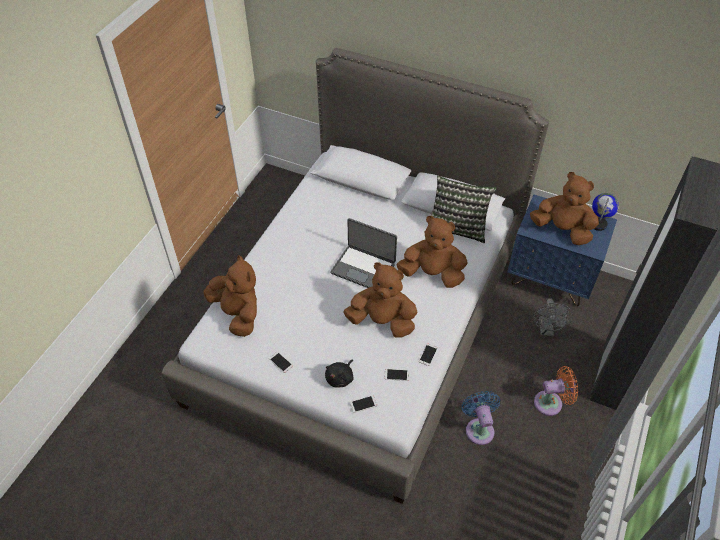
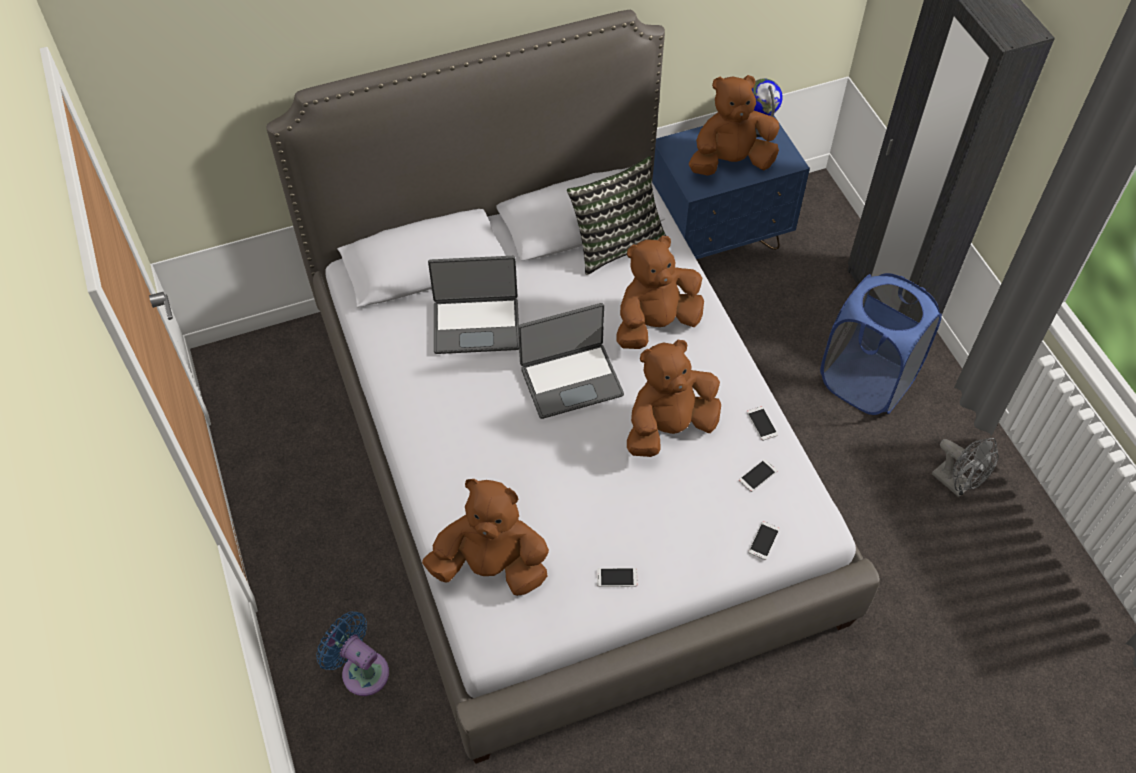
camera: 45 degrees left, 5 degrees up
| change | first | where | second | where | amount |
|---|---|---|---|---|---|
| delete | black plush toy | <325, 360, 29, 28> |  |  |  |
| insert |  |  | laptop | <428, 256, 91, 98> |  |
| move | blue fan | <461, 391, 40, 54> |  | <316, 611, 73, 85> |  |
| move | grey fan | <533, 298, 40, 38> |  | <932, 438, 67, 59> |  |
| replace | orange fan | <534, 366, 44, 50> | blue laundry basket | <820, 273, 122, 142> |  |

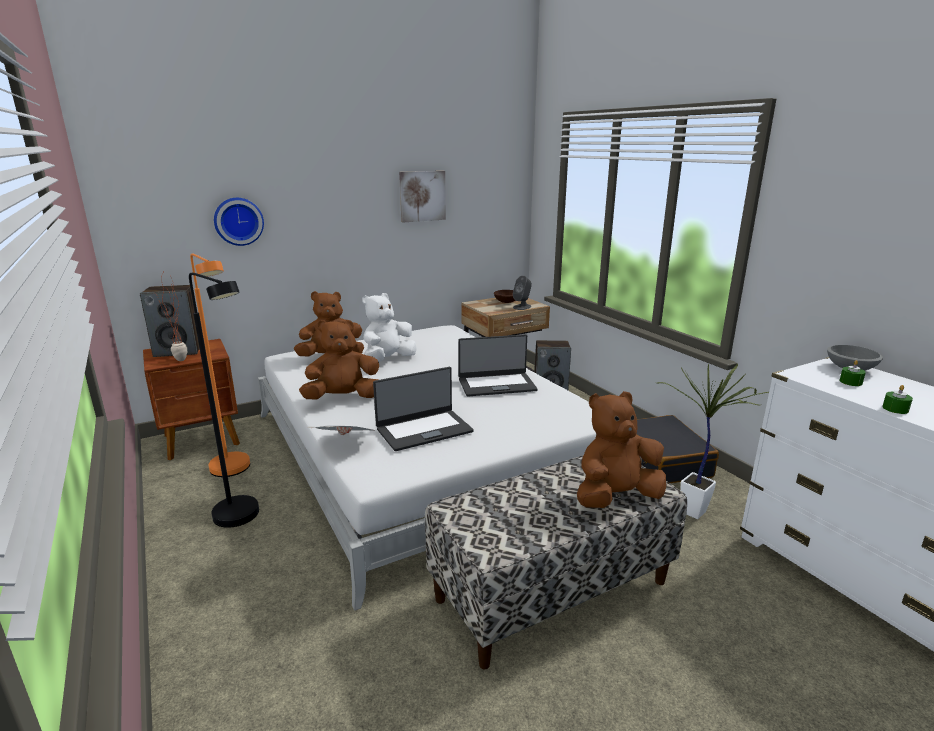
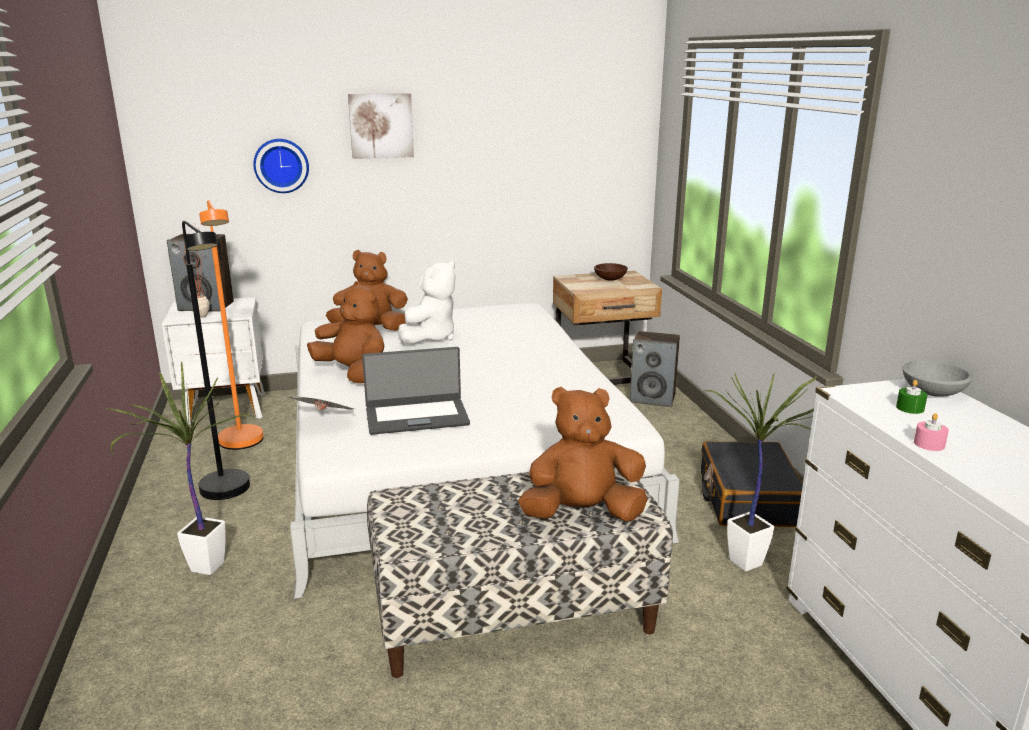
camera: 15 degrees right, 0 degrees up
| change | first | where | second | where | amount |
|---|---|---|---|---|---|
| delete | laptop | <458, 335, 80, 61> |  |  |  |
| delete | grey speaker | <513, 276, 19, 34> |  |  |  |
| insert |  |  | potted plant | <108, 361, 148, 214> |  |
| move | picture | <399, 171, 47, 52> |  | <348, 93, 66, 66> |  |
| recolor | brown nightstand | <143, 339, 97, 121> | white nightstand | <162, 297, 103, 128> |  |
| recolor | green candle | <882, 385, 31, 29> | pink candle | <914, 413, 35, 38> |  |
| rotate | brown plush toy | <299, 320, 80, 80> |  | <307, 281, 77, 102> | 45 degrees clockwise |
| rotate | white plush toy | <362, 293, 54, 69> |  | <398, 260, 57, 84> | 150 degrees clockwise |

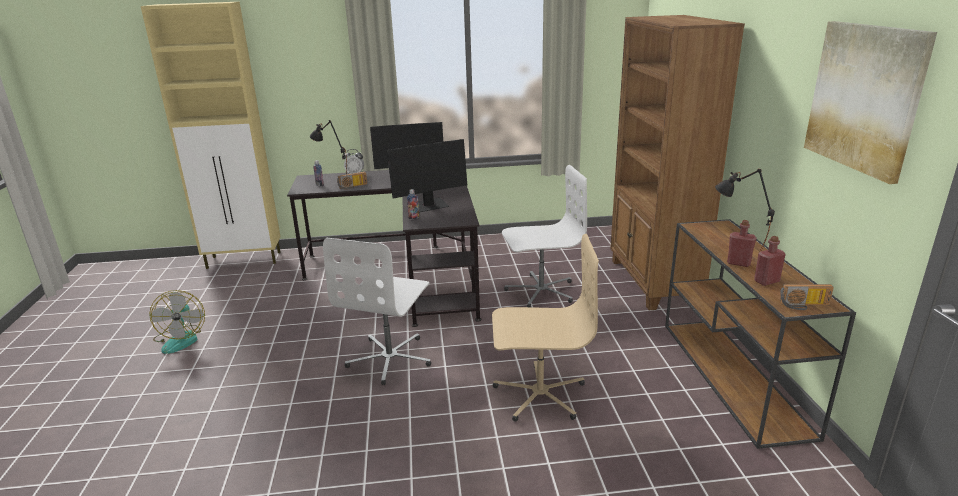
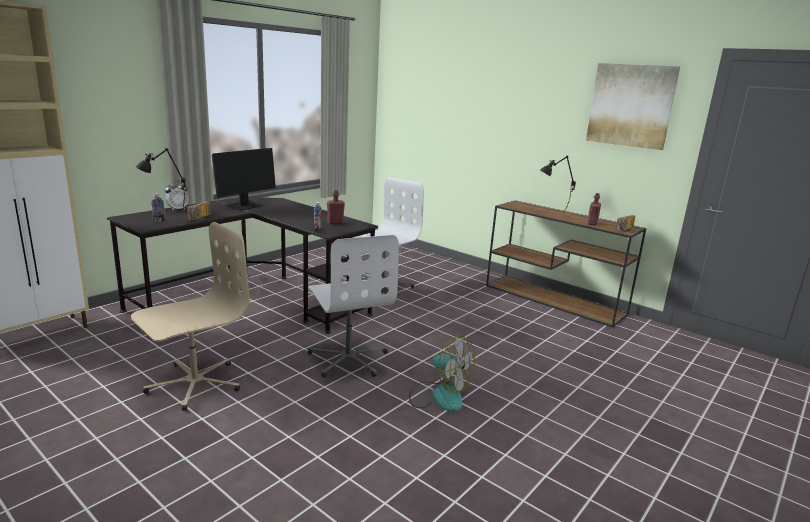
camera: 45 degrees left, 5 degrees down
| change | first | where | second | where | amount |
|---|---|---|---|---|---|
| delete | monitor | <387, 139, 80, 73> |  |  |  |
| delete | brown bookcase | <610, 15, 135, 295> |  |  |  |
| move | fan | <149, 290, 56, 64> |  | <409, 335, 66, 77> |  |
| move | beige office chair | <492, 234, 107, 188> |  | <131, 222, 118, 189> |  |
| move | red bottle | <727, 220, 29, 47> |  | <327, 190, 18, 34> |  |

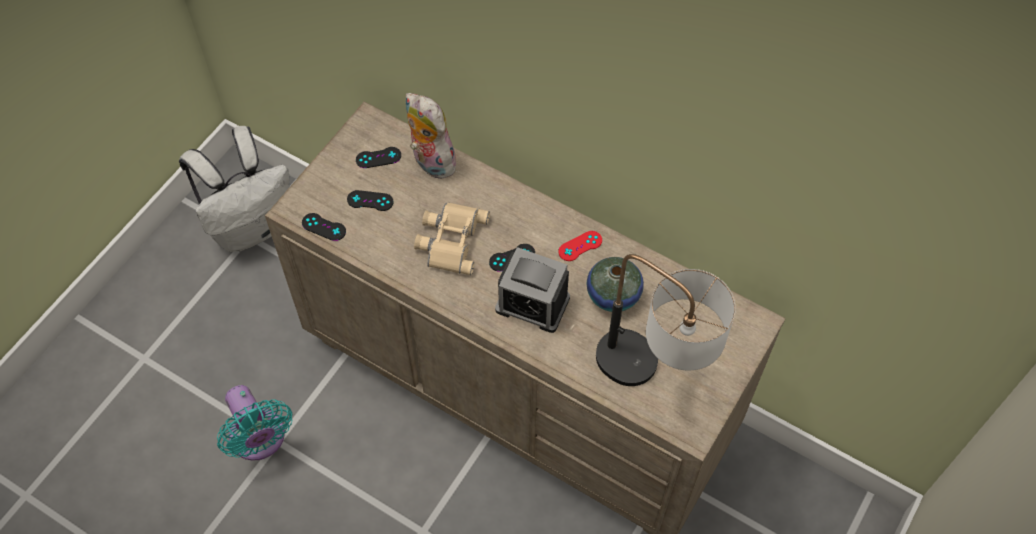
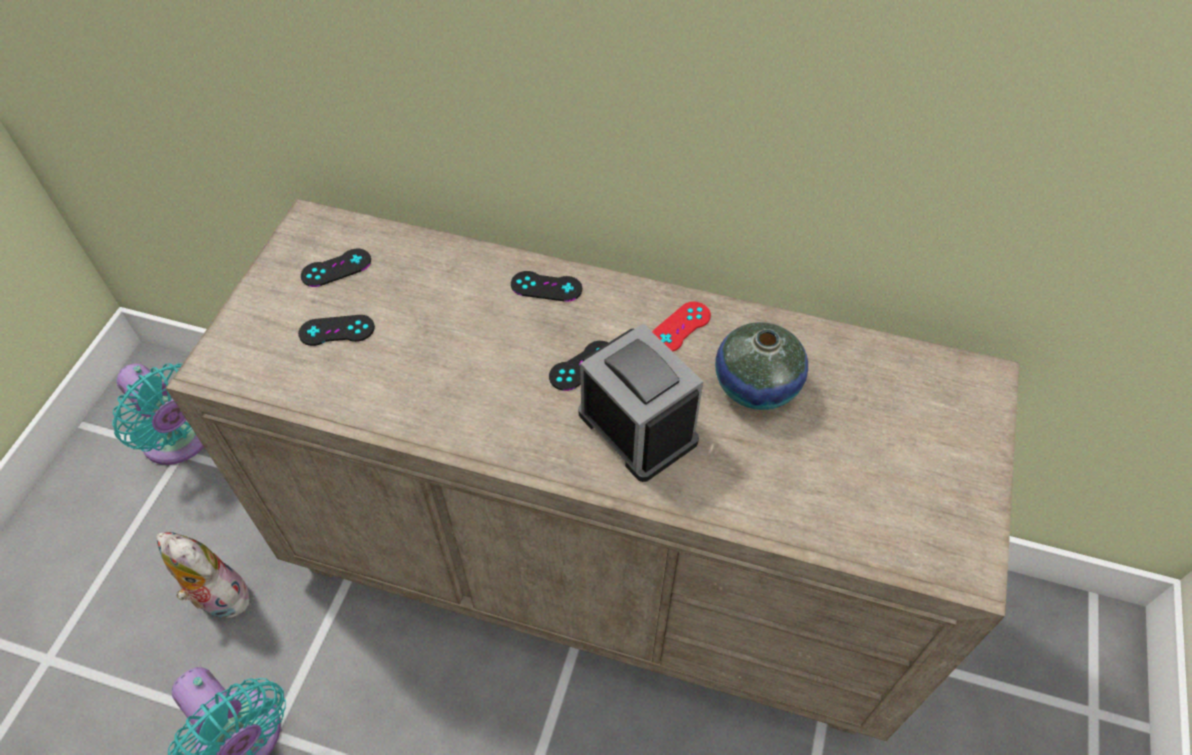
camera: 15 degrees left, 5 degrees down
| change | first | where | second | where | amount |
|---|---|---|---|---|---|
| delete | beige binoculars | <414, 202, 76, 73> |  |  |  |
| delete | table lamp | <596, 254, 140, 132> |  |  |  |
| move | black game controller | <302, 213, 44, 28> |  | <511, 271, 71, 31> |  |
| move | plush toy | <406, 93, 51, 86> |  | <156, 532, 95, 86> |  |
| replace | white backpack | <179, 126, 111, 126> | turquoise fan | <112, 363, 92, 102> |  |
| rotate | alarm clock | <495, 247, 75, 86> |  | <578, 324, 126, 158> | 135 degrees counterclockwise |

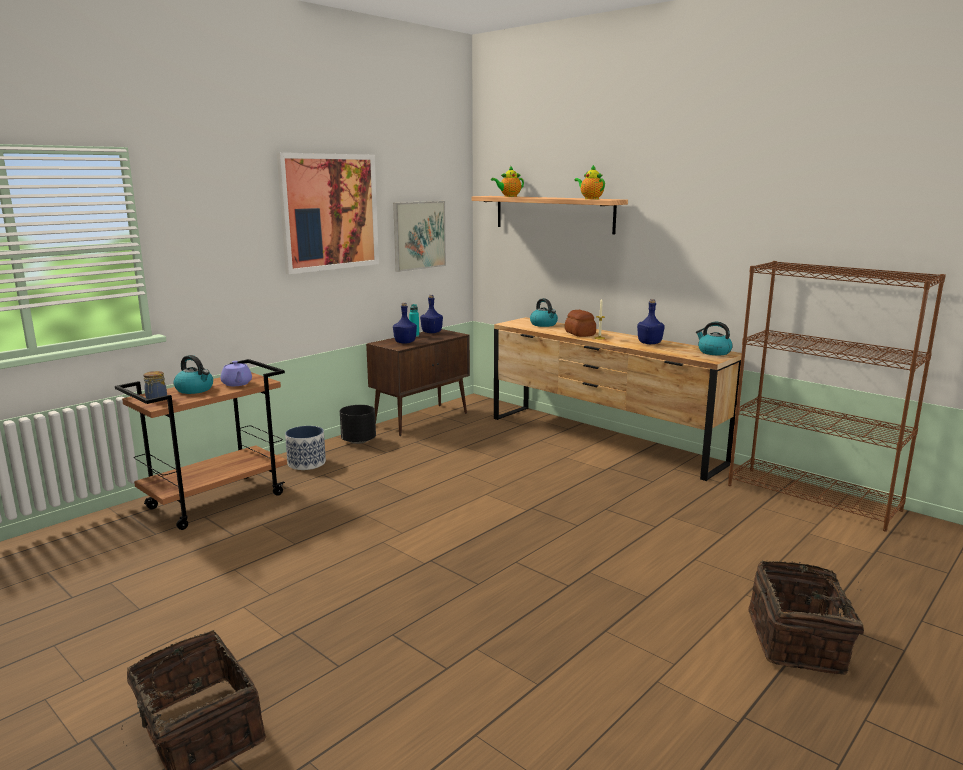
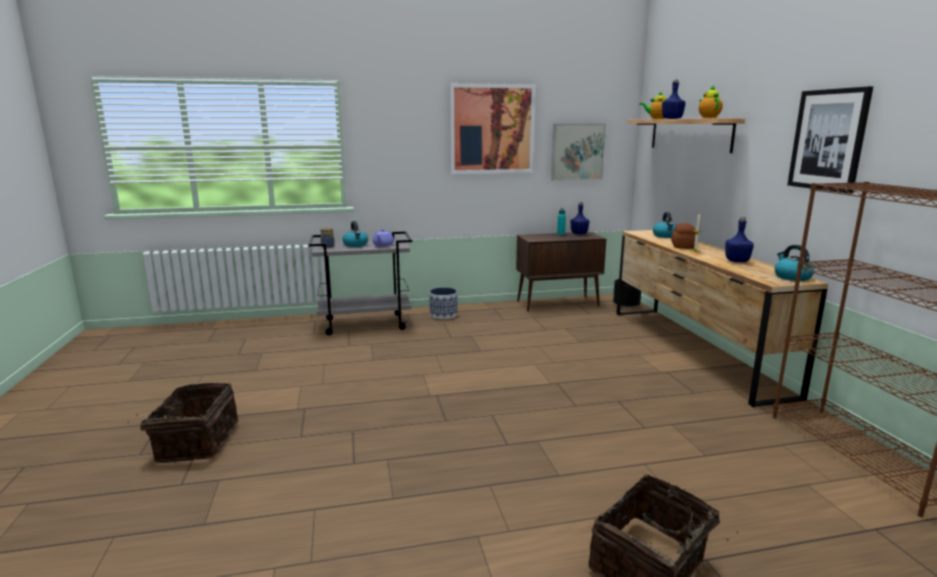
camera: 35 degrees right, 0 degrees up
| change | first | where | second | where | amount |
|---|---|---|---|---|---|
| insert |  |  | picture | <787, 86, 86, 108> |  |
| move | black planter | <340, 405, 36, 39> |  | <613, 279, 28, 29> |  |
| move | blue bottle | <393, 302, 24, 41> |  | <662, 79, 24, 40> |  |
| recolor | brown cart | <115, 359, 172, 171> | grey cart | <309, 231, 103, 104> |  |

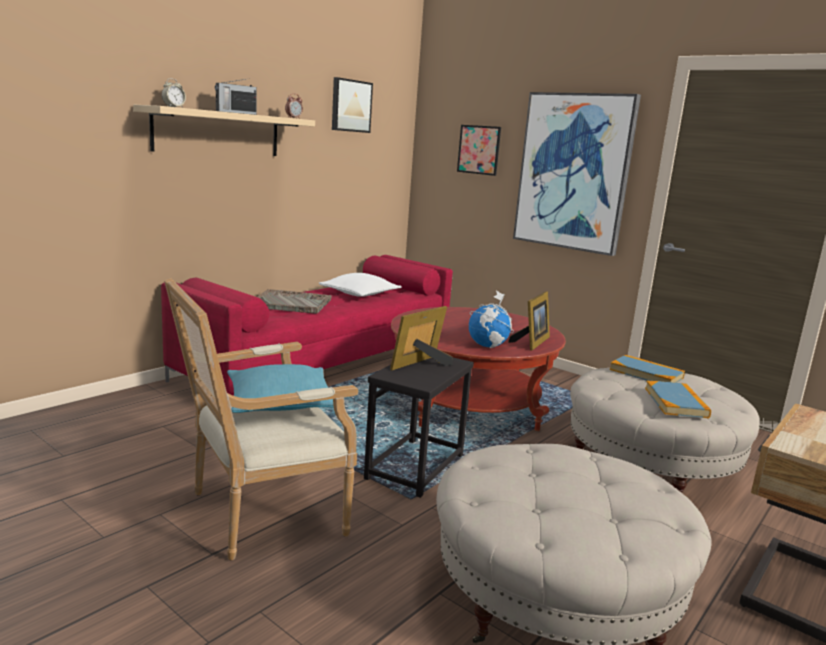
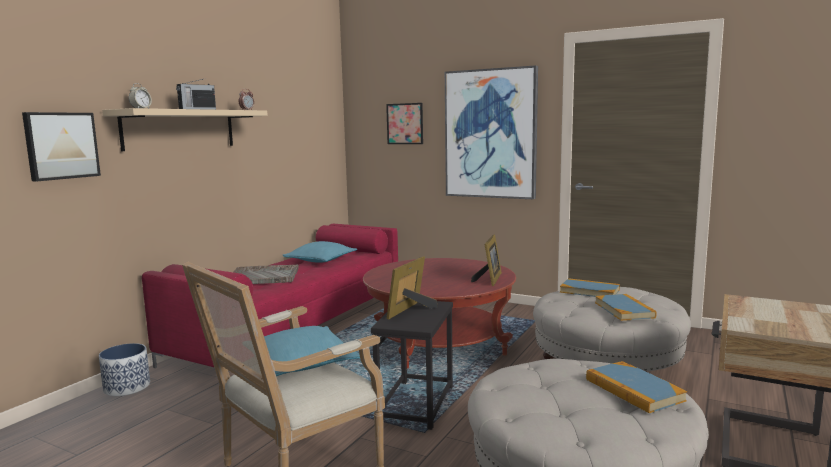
camera: 10 degrees left, 5 degrees down
| change | first | where | second | where | amount |
|---|---|---|---|---|---|
| delete | globe | <469, 291, 45, 57> |  |  |  |
| insert |  |  | planter | <99, 343, 51, 53> |  |
| insert |  |  | book | <586, 361, 101, 52> |  |
| move | picture | <332, 77, 41, 56> |  | <22, 112, 79, 70> |  |
| recolor | white pillow | <319, 273, 83, 24> | turquoise pillow | <282, 241, 75, 22> |  |

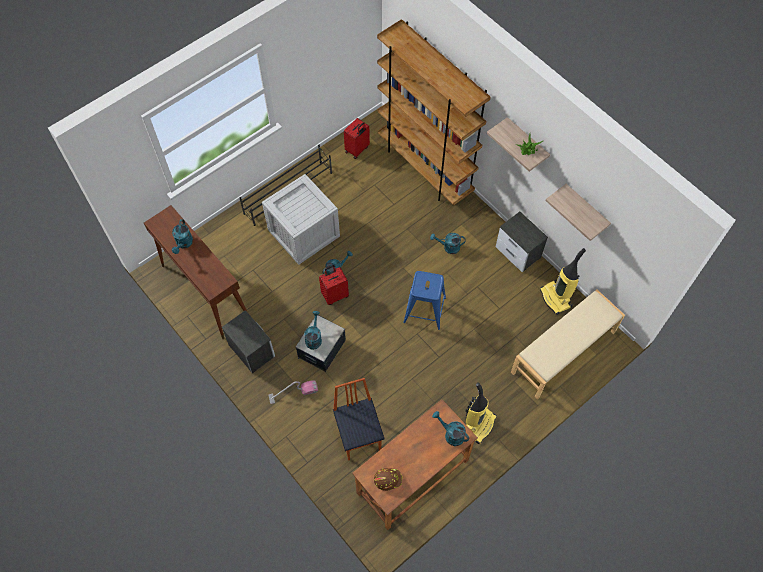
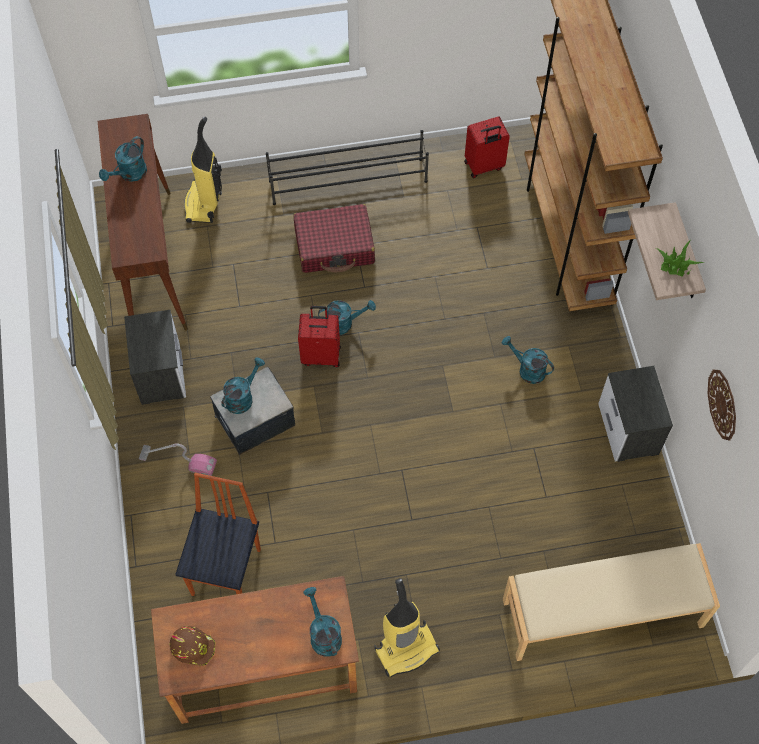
camera: 30 degrees right, 0 degrees up
| change | first | where | second | where | amount |
|---|---|---|---|---|---|
| delete | blue stool | <403, 271, 43, 59> |  |  |  |
| move | vacuum cleaner | <540, 248, 46, 67> |  | <184, 117, 38, 106> |  |
| replace | crate | <262, 174, 78, 91> | red suitcase | <293, 204, 82, 69> |  |
| replace | shelf | <545, 184, 66, 57> | wall clock | <707, 370, 29, 70> |  |

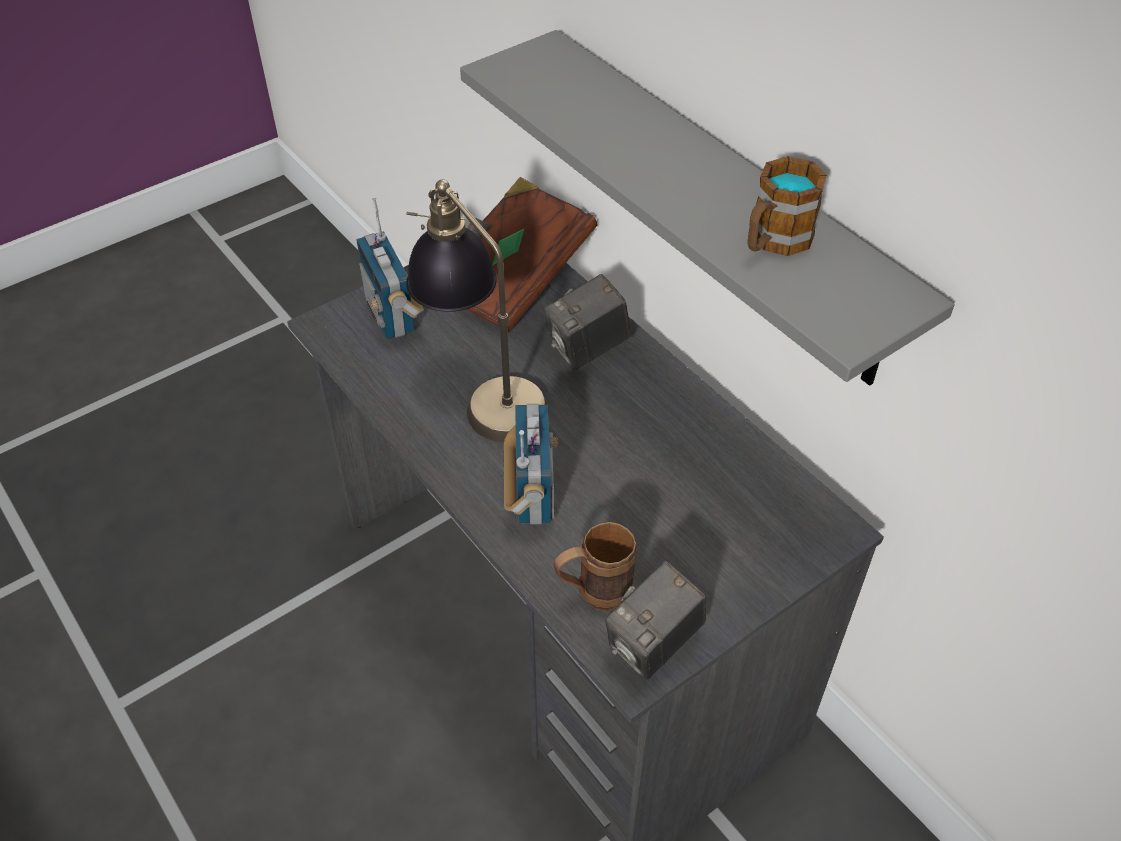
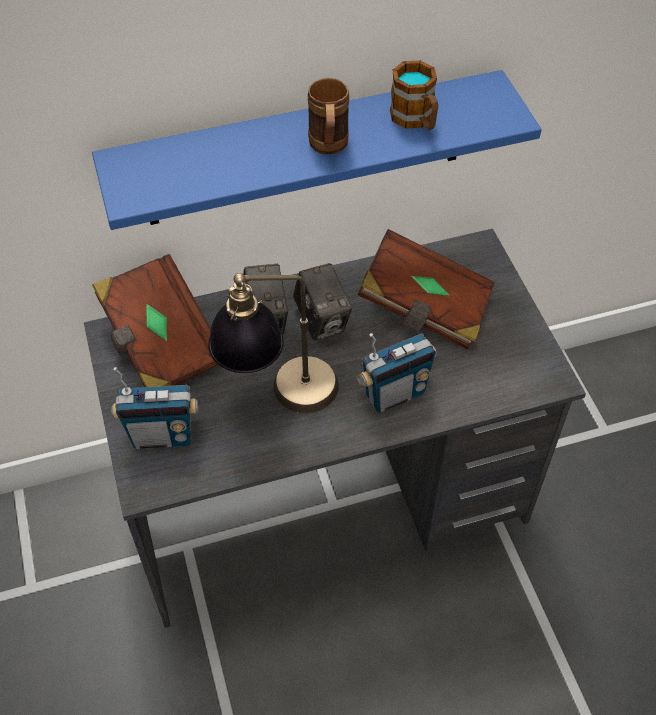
camera: 70 degrees left, 5 degrees up
| change | first | where | second | where | amount |
|---|---|---|---|---|---|
| insert |  |  | brown book | <357, 229, 138, 120> |  |
| move | brown mug | <554, 522, 83, 89> |  | <308, 78, 41, 77> |  |
| move | photo camera | <605, 561, 101, 119> |  | <293, 263, 59, 78> |  |
| recolor | grey shelf | <460, 30, 494, 356> | blue shelf | <92, 70, 450, 160> |  |
| rotate | radio | <504, 404, 54, 121> |  | <356, 333, 81, 80> | 135 degrees clockwise |

